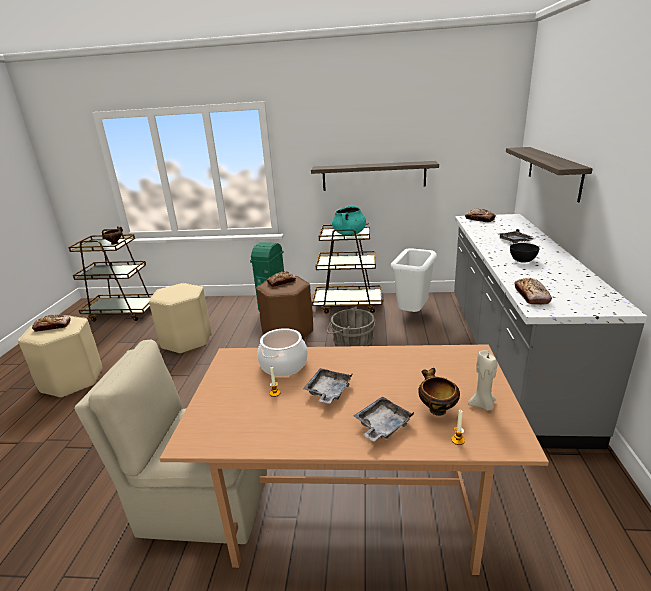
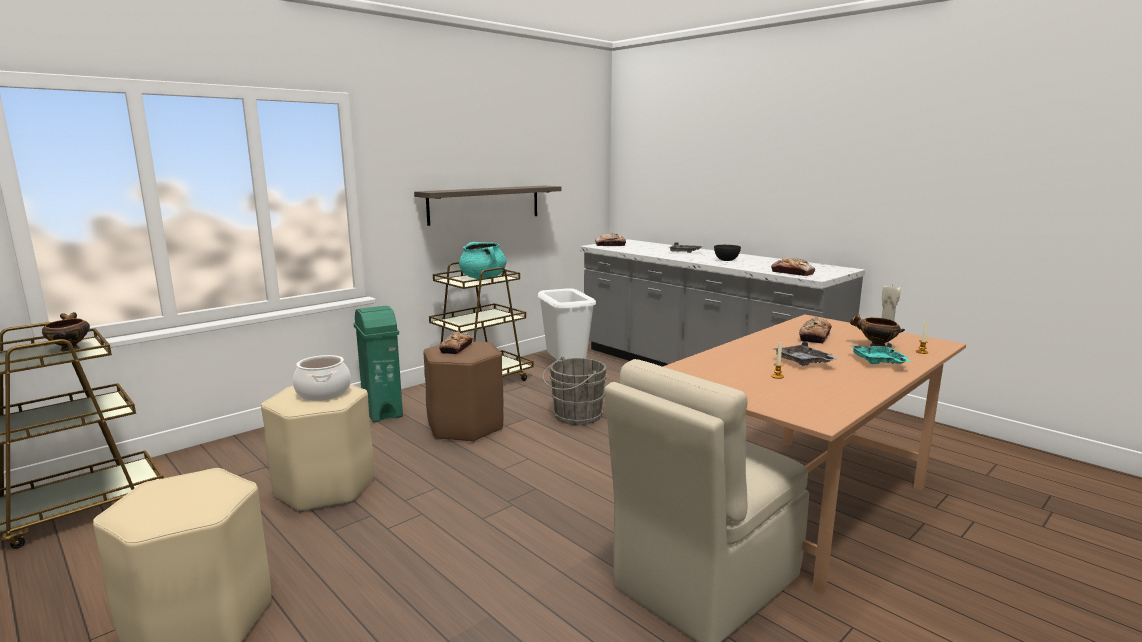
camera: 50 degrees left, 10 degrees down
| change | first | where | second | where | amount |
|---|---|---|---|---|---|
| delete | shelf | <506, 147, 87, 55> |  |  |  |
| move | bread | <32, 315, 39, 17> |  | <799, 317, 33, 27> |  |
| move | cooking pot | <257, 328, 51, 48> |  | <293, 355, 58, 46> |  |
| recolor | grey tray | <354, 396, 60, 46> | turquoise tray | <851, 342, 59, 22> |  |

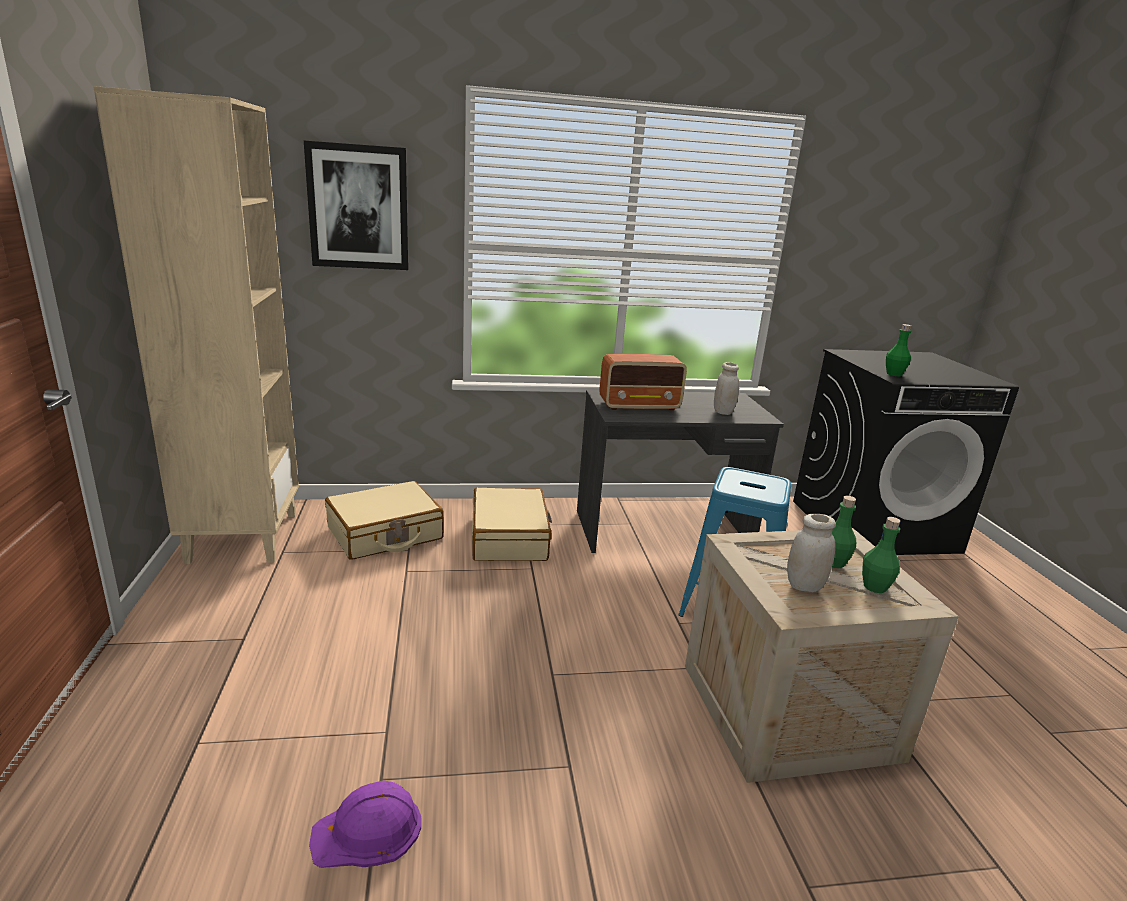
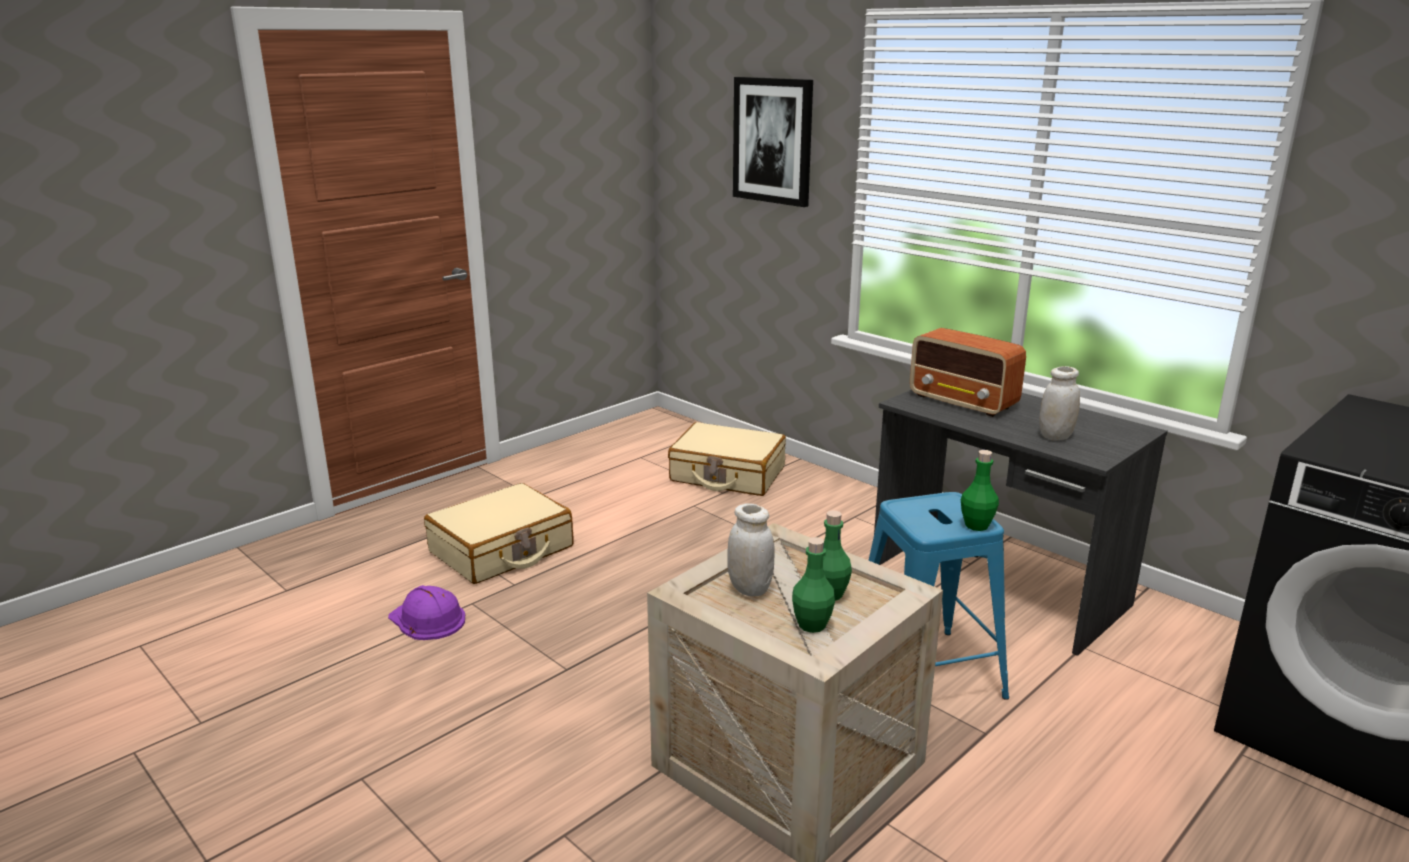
camera: 55 degrees right, 0 degrees up
| change | first | where | second | where | amount |
|---|---|---|---|---|---|
| delete | beige bookcase | <93, 86, 206, 478> |  |  |  |
| move | beige suitcase | <472, 487, 80, 74> |  | <424, 483, 149, 101> |  |
| move | green bottle | <886, 324, 25, 52> |  | <961, 450, 38, 81> |  |

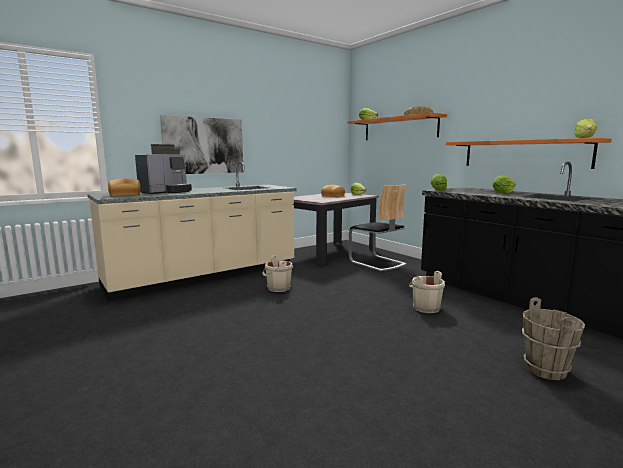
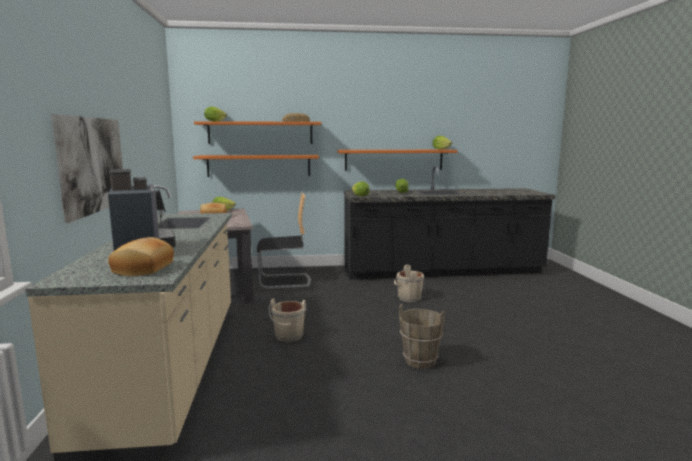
camera: 60 degrees left, 0 degrees up
| change | first | where | second | where | amount |
|---|---|---|---|---|---|
| insert |  |  | orange shelf | <193, 155, 126, 22> |  |
| move | brown bucket | <522, 297, 63, 83> |  | <399, 304, 46, 65> |  |

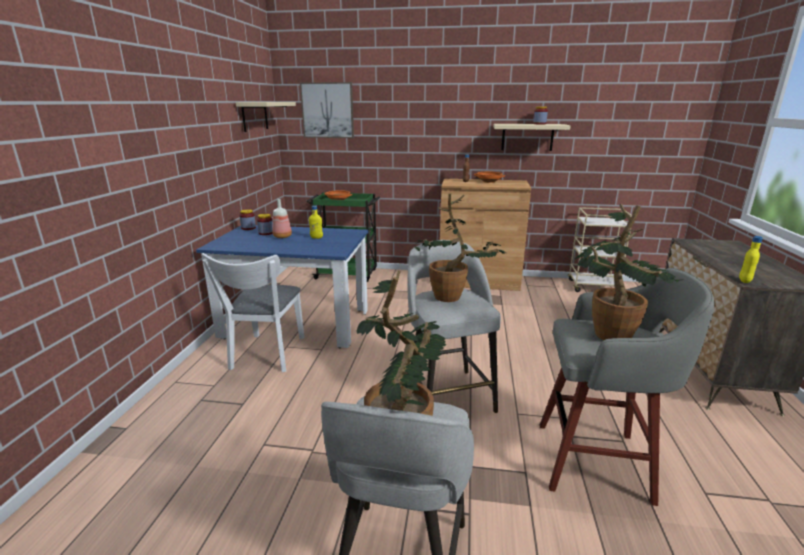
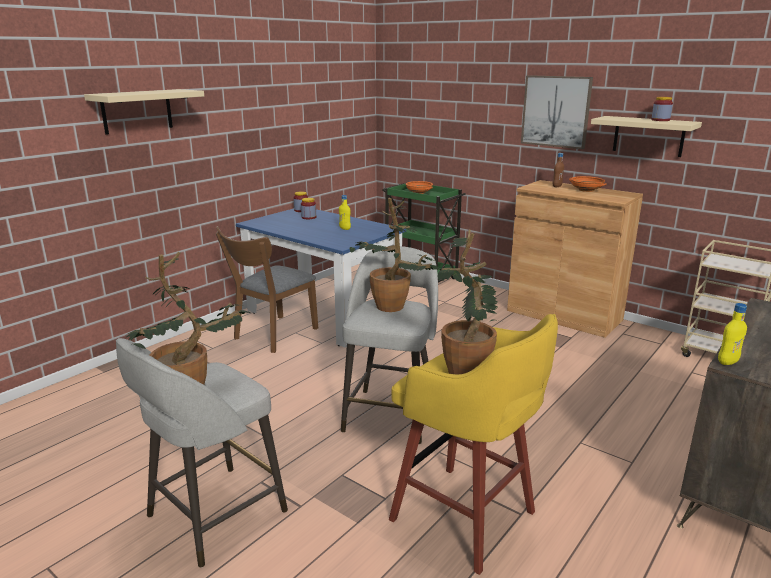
camera: 30 degrees right, 0 degrees up
| change | first | where | second | where | amount |
|---|---|---|---|---|---|
| delete | bottle | <272, 199, 20, 39> |  |  |  |
| move | beige shelf | <236, 102, 60, 30> |  | <84, 89, 120, 46> |  |
| move | picture | <300, 82, 54, 56> |  | <521, 75, 72, 74> |  |
| recolor | white chair | <201, 253, 103, 119> | brown chair | <216, 226, 102, 127> |  |
| recolor | grey stool | <540, 268, 175, 238> | yellow stool | <389, 314, 169, 261> |  |

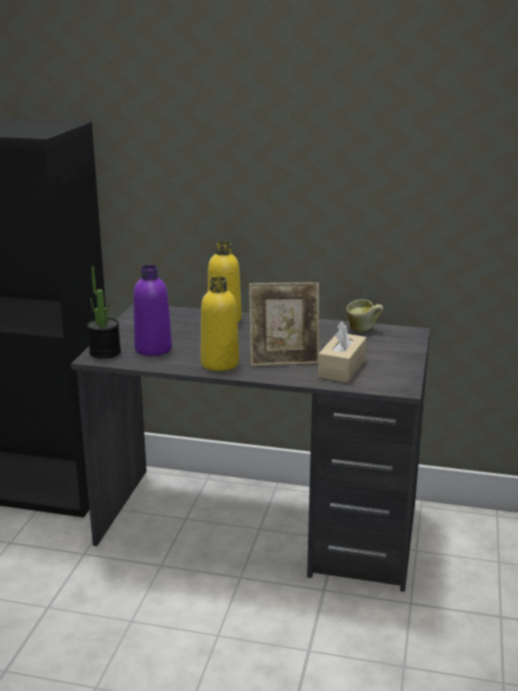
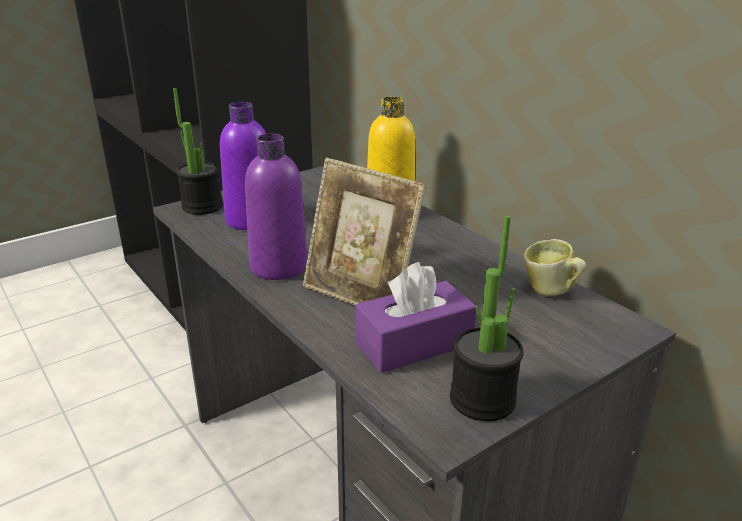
camera: 40 degrees right, 5 degrees up
| change | first | where | second | where | amount |
|---|---|---|---|---|---|
| insert |  |  | potted plant | <450, 215, 73, 206> |  |
| recolor | yellow bottle | <201, 276, 38, 95> | purple bottle | <245, 134, 63, 146> |  |
| recolor | beige tissue box | <318, 321, 49, 62> | purple tissue box | <355, 262, 121, 111> |  |

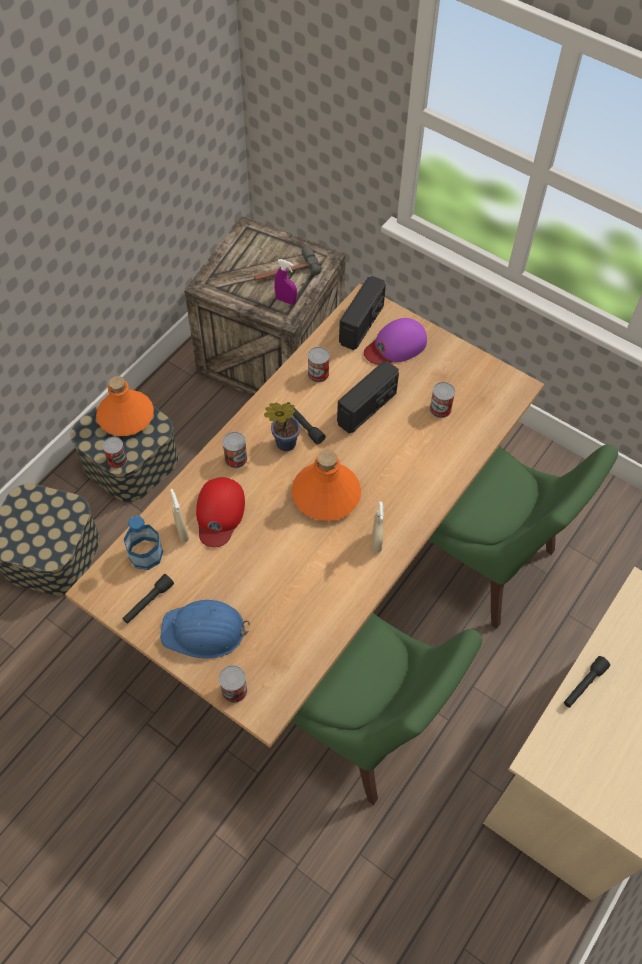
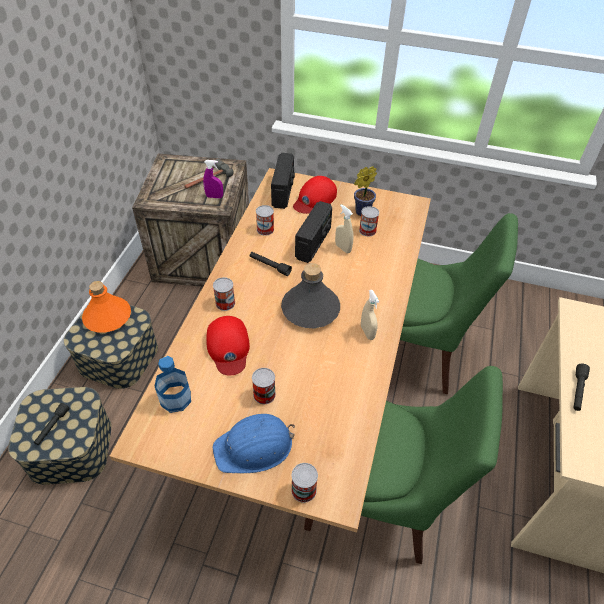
camera: 20 degrees left, 10 degrees down
| change | first | where | second | where | amount |
|---|---|---|---|---|---|
| move | can | <103, 437, 24, 31> |  | <252, 368, 24, 36> |  |
| move | black flashlight | <123, 574, 51, 50> |  | <34, 403, 36, 42> |  |
| move | beige spray bottle | <170, 489, 19, 54> |  | <335, 204, 19, 49> |  |
| move | potted plant | <264, 403, 37, 48> |  | <354, 166, 23, 50> |  |
| recolor | orange bottle | <292, 450, 69, 71> | grey bottle | <281, 263, 59, 65> |  |
| recolor | purple cap | <364, 318, 63, 47> | red cap | <293, 176, 44, 38> |  |

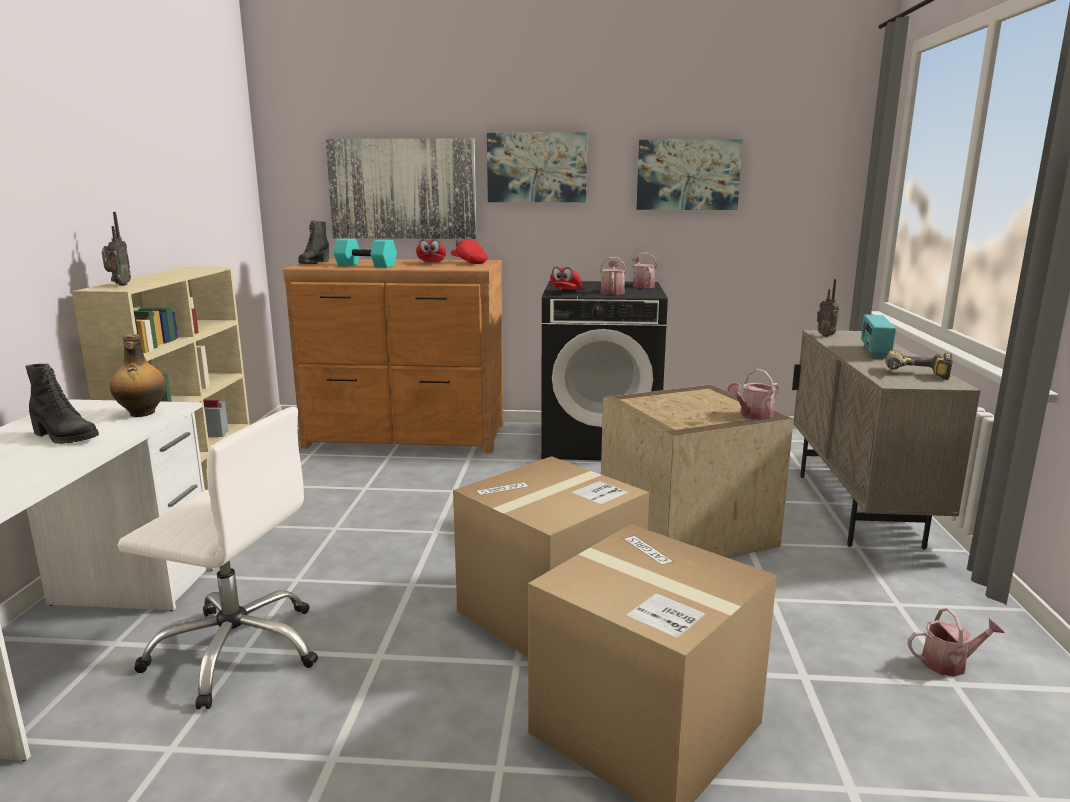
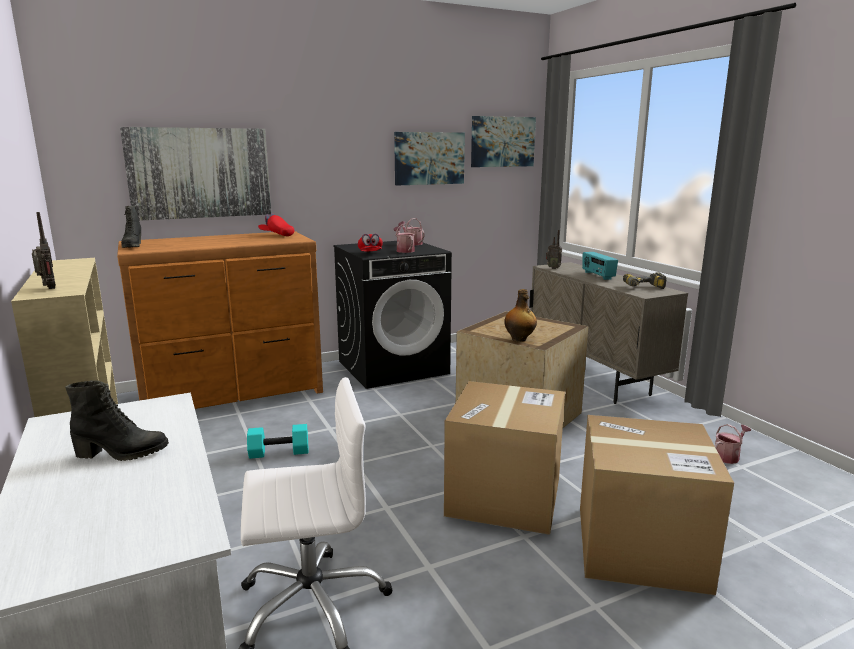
camera: 30 degrees left, 0 degrees up
| change | first | where | second | where | amount |
|---|---|---|---|---|---|
| delete | red cap | <416, 239, 30, 23> |  |  |  |
| delete | watering can | <727, 369, 53, 51> |  |  |  |
| move | bottle | <110, 334, 57, 83> |  | <504, 289, 33, 53> |  |
| move | turquoise dumbbell | <333, 239, 64, 28> |  | <247, 424, 61, 35> |  |
| move | picture | <487, 132, 100, 70> |  | <471, 116, 65, 51> |  |

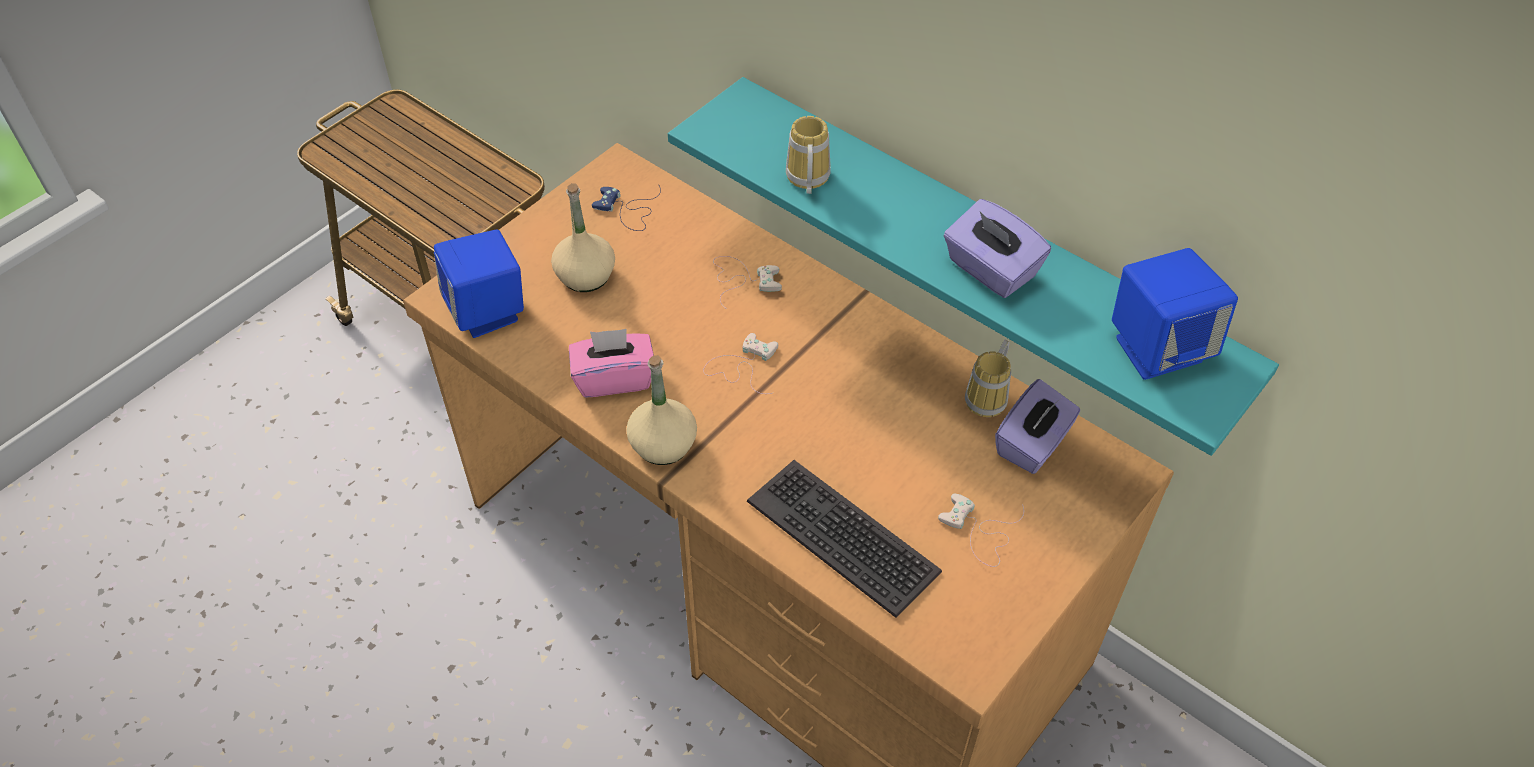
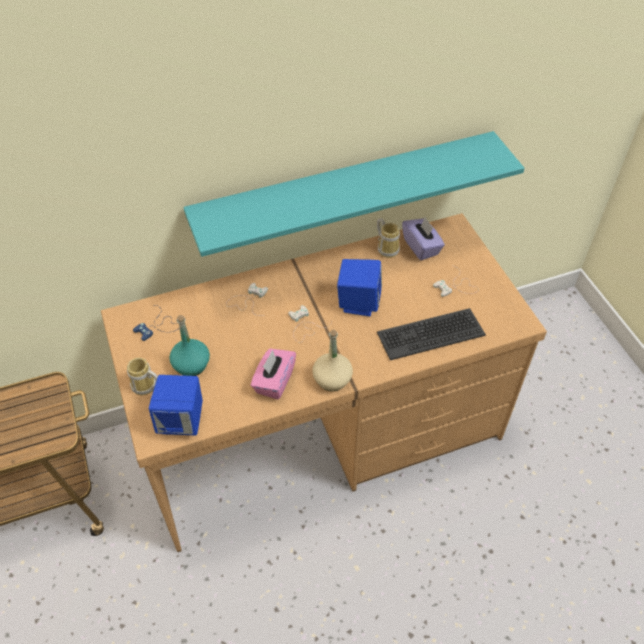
camera: 60 degrees left, 0 degrees up
| change | first | where | second | where | amount |
|---|---|---|---|---|---|
| delete | purple tissue box | <944, 199, 107, 99> |  |  |  |
| move | mug | <786, 116, 45, 78> |  | <127, 357, 31, 38> |  |
| move | blue speaker | <1112, 248, 126, 132> |  | <337, 259, 45, 57> |  |
| recolor | beige bottle | <551, 183, 64, 109> | turquoise bottle | <169, 315, 41, 61> |  |

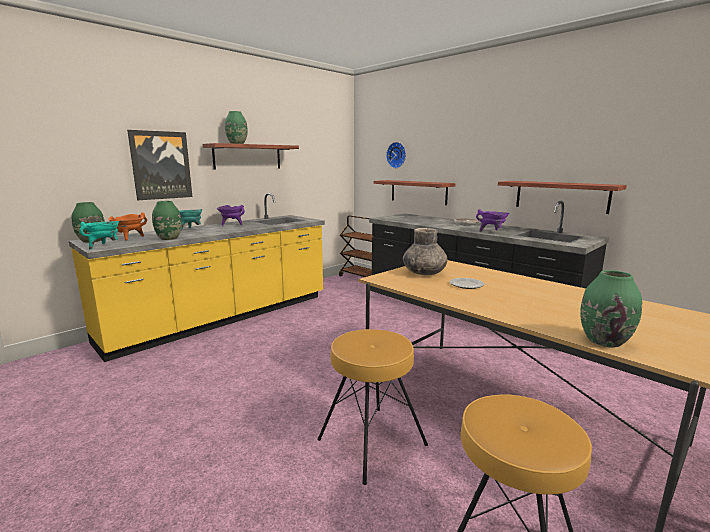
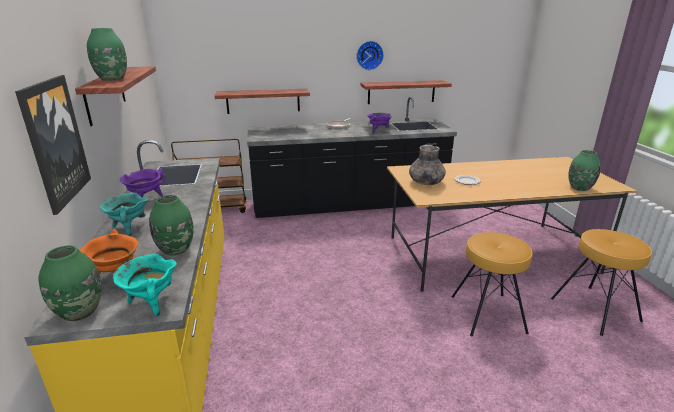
camera: 55 degrees left, 10 degrees up
| change | first | where | second | where | amount |
|---|---|---|---|---|---|
| move | wall clock | <386, 142, 20, 26> |  | <356, 41, 28, 29> |  |

